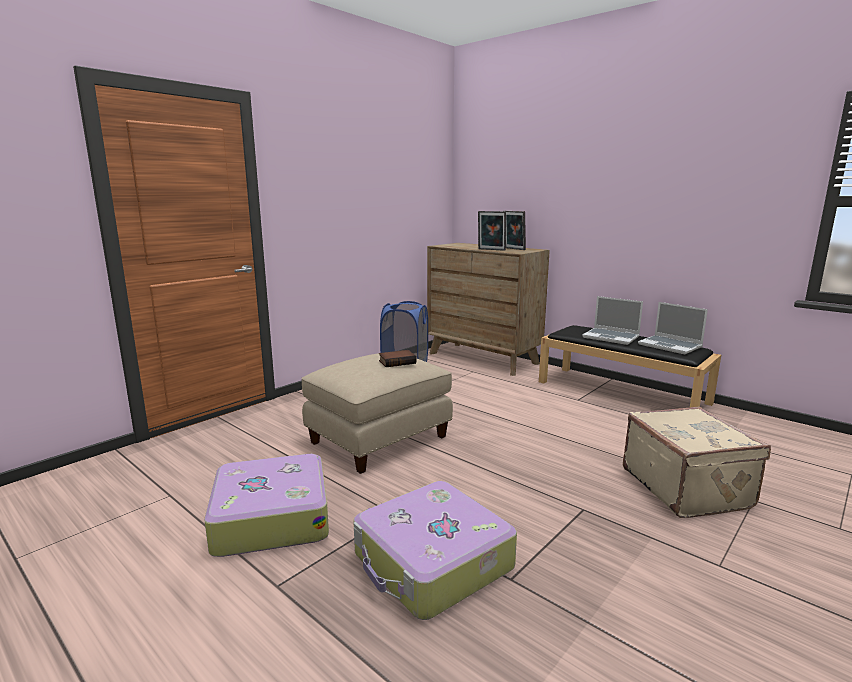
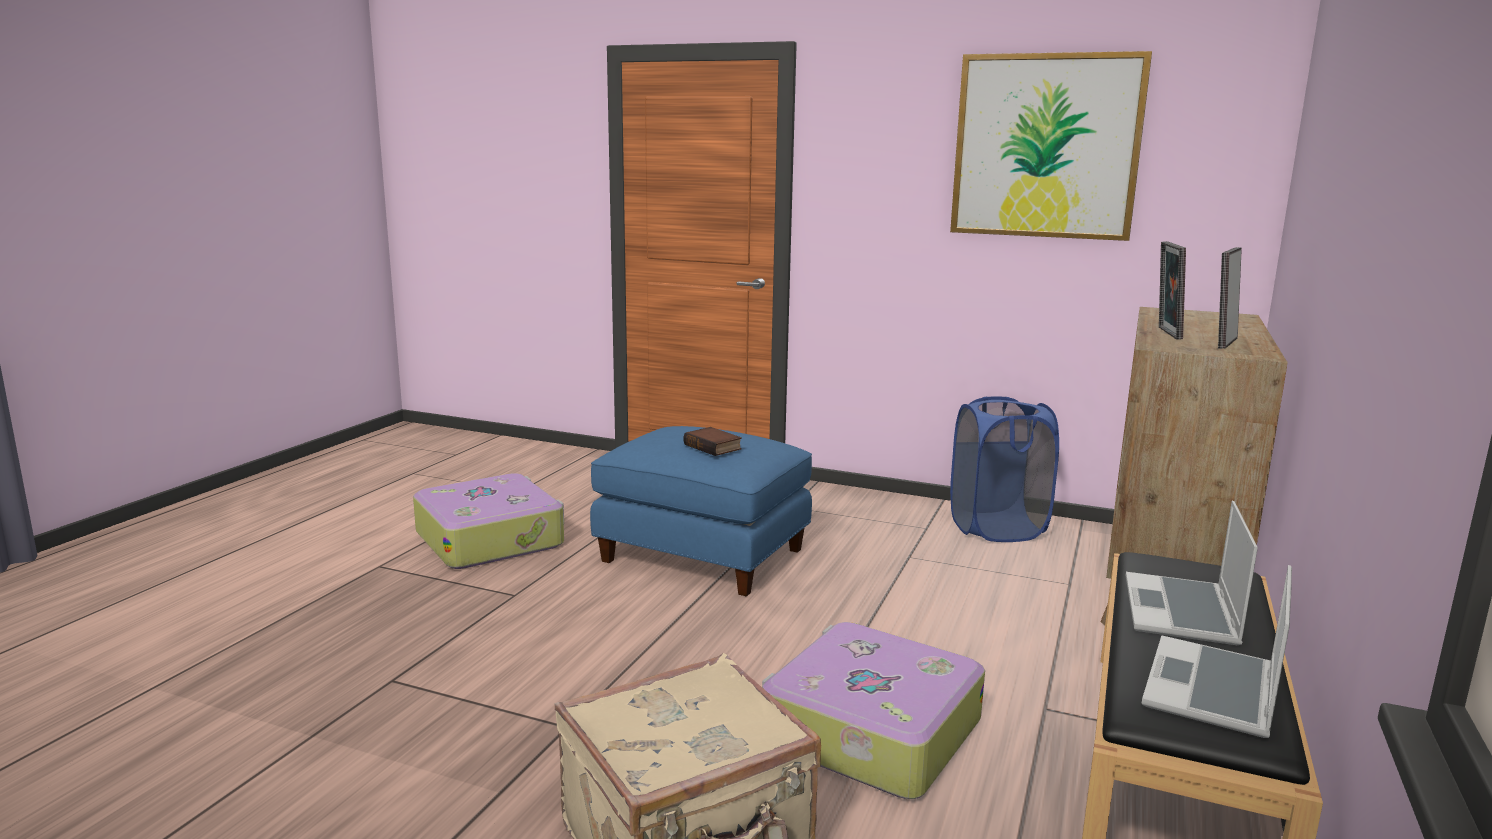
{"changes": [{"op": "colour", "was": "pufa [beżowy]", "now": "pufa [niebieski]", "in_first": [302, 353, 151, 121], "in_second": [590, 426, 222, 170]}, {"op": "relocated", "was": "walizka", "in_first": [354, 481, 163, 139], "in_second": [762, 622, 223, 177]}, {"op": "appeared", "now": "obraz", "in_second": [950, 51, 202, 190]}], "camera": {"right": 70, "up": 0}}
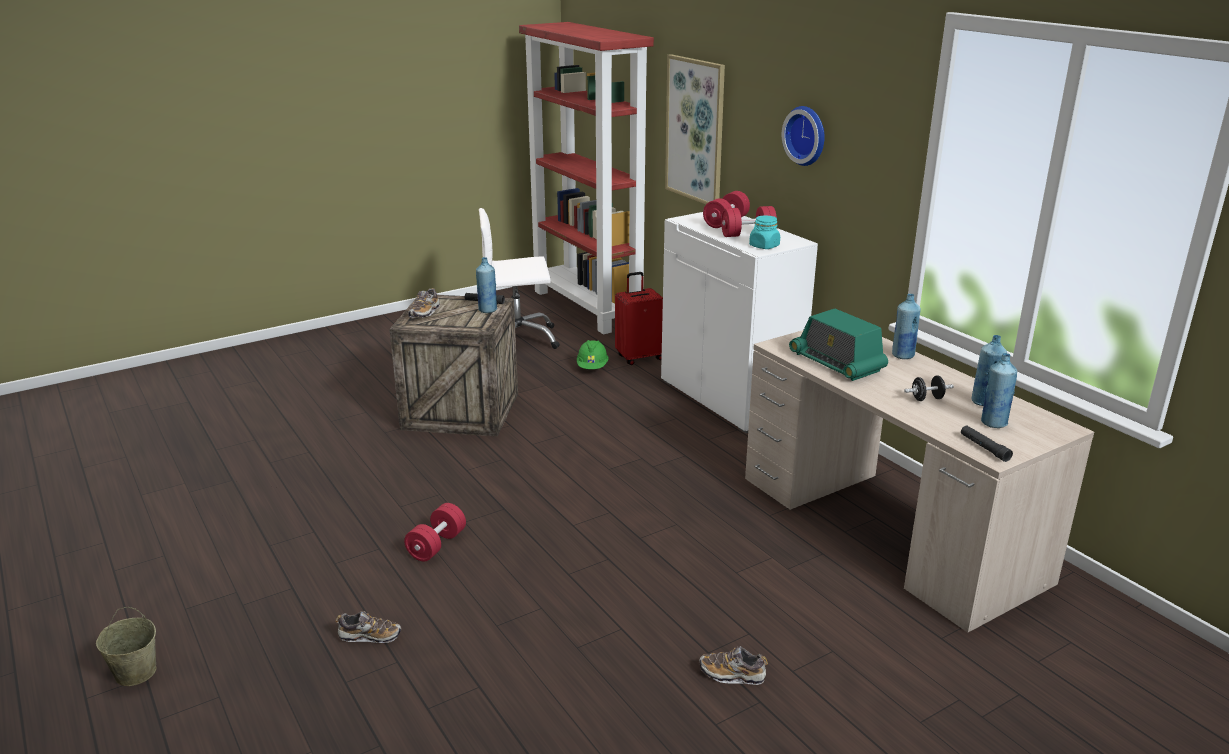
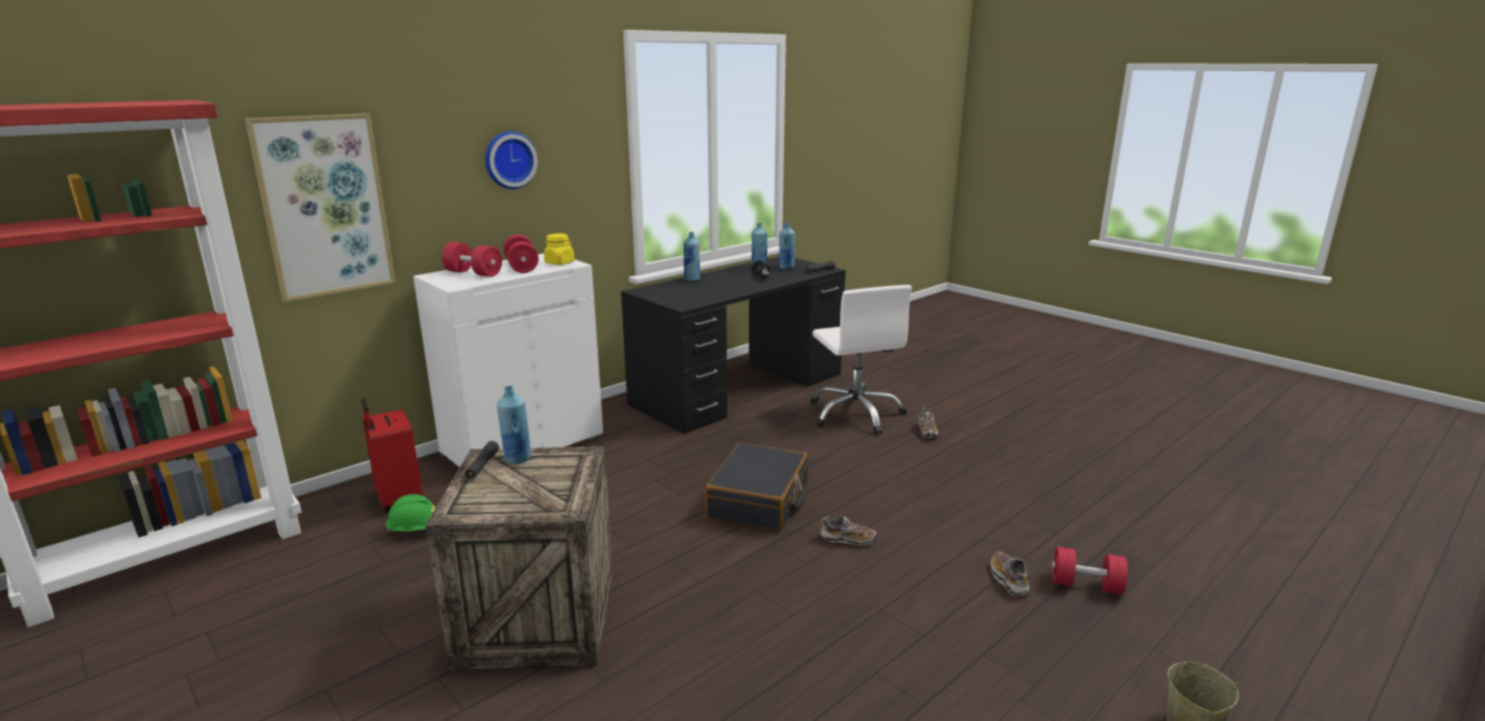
{"changes": [{"op": "relocated", "was": "hantel [czerwony]", "in_first": [404, 503, 62, 59], "in_second": [1052, 547, 76, 47]}, {"op": "relocated", "was": "but", "in_first": [408, 288, 32, 30], "in_second": [820, 516, 57, 29]}, {"op": "relocated", "was": "krzesło biurowe [biały]", "in_first": [479, 208, 81, 141], "in_second": [810, 285, 102, 149]}, {"op": "colour", "was": "biurko [beżowy]", "now": "biurko [czarny]", "in_first": [745, 330, 349, 303], "in_second": [621, 256, 225, 178]}, {"op": "colour", "was": "słoik [turkusowy]", "now": "słoik [żółty]", "in_first": [749, 215, 31, 34], "in_second": [544, 234, 31, 31]}, {"op": "missing", "was": "radio", "in_first": [789, 309, 99, 72]}, {"op": "appeared", "now": "walizka [czarny]", "in_second": [705, 443, 103, 88]}], "camera": {"right": -100, "up": -5}}
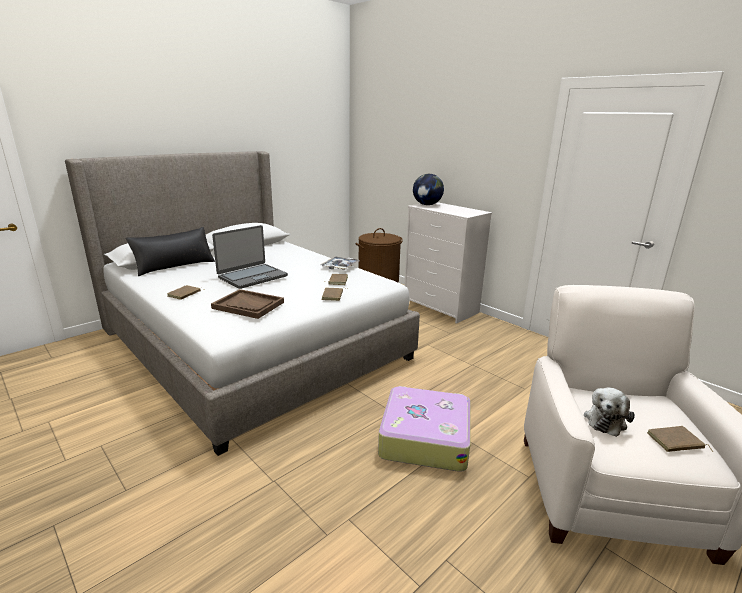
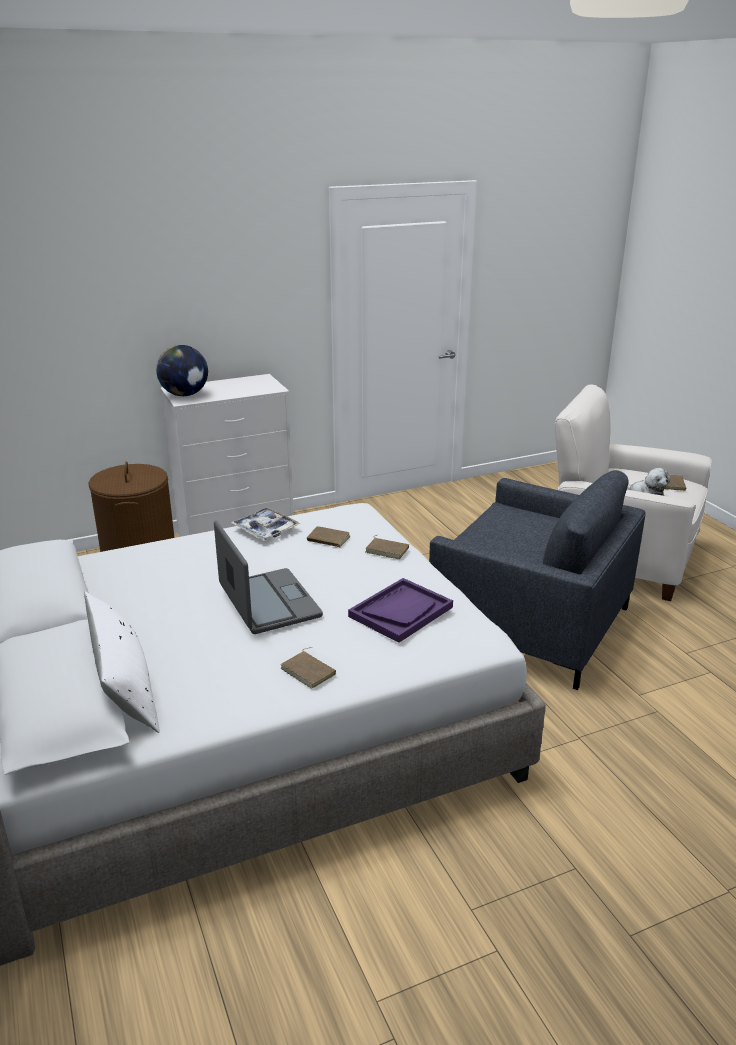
{"changes": [{"op": "colour", "was": "poduszka [czarny]", "now": "poduszka [biały]", "in_first": [126, 227, 89, 49], "in_second": [84, 592, 76, 141]}, {"op": "colour", "was": "taca [brązowy]", "now": "taca [fioletowy]", "in_first": [211, 289, 73, 30], "in_second": [348, 578, 105, 65]}, {"op": "exchanged", "was": "walizka", "now": "fotel [szary]", "in_first": [378, 386, 93, 86], "in_second": [429, 470, 217, 220]}], "camera": {"right": -70, "up": 5}}
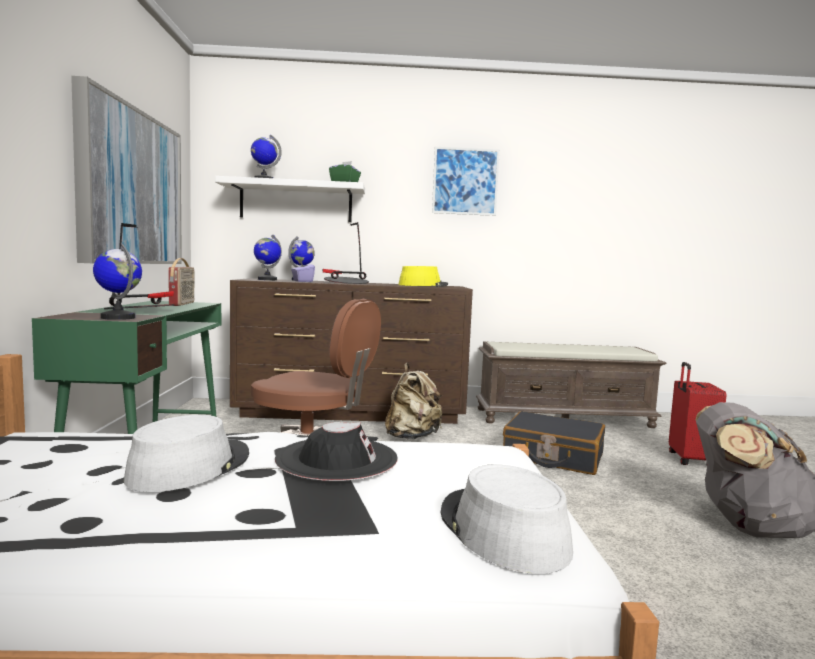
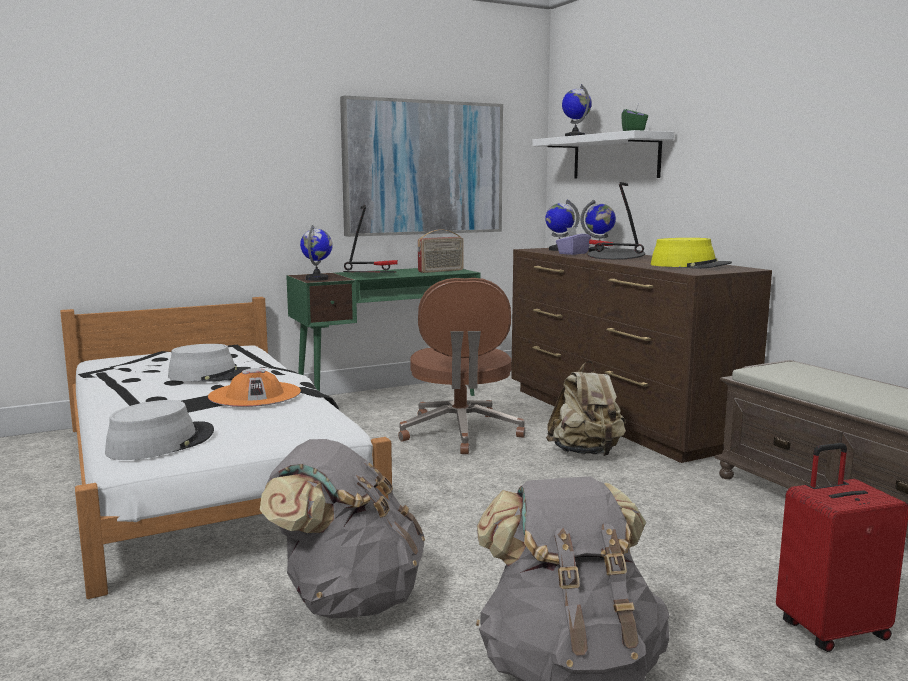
{"changes": [{"op": "colour", "was": "kapelusz [czarny]", "now": "kapelusz [pomarańczowy]", "in_first": [275, 422, 123, 59], "in_second": [208, 368, 93, 39]}, {"op": "missing", "was": "obraz", "in_first": [432, 147, 68, 69]}, {"op": "missing", "was": "walizka [czarny]", "in_first": [503, 411, 102, 64]}, {"op": "appeared", "now": "plecak [szary]", "in_second": [260, 439, 165, 179]}], "camera": {"right": 65, "up": 5}}
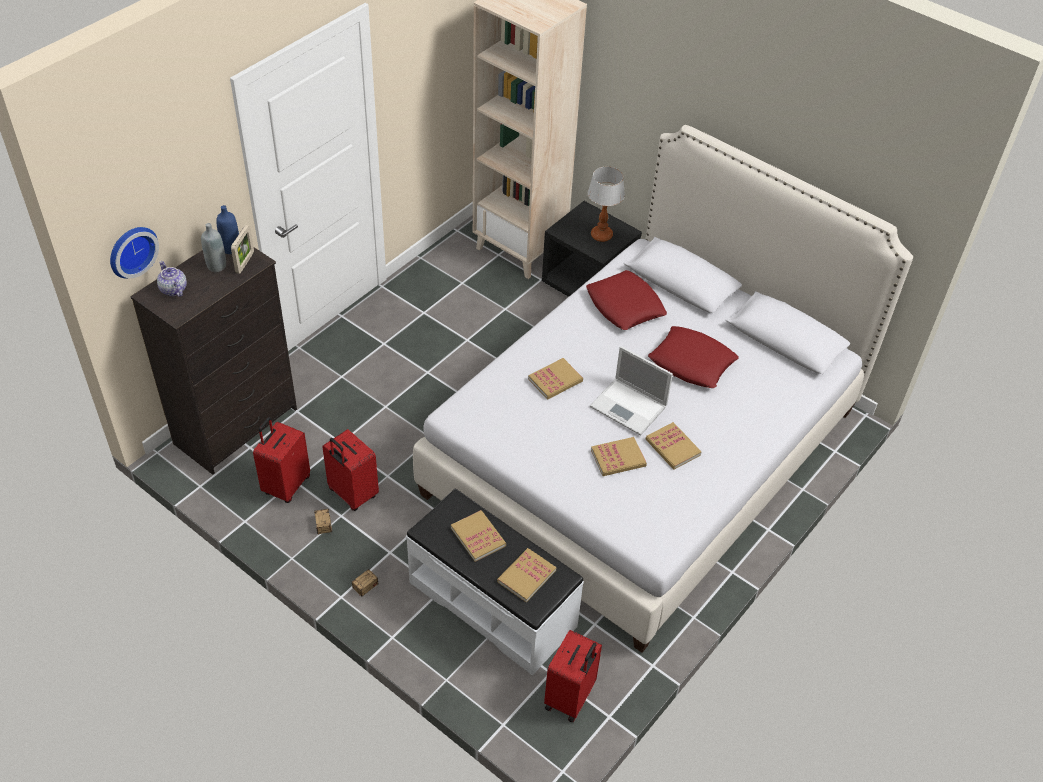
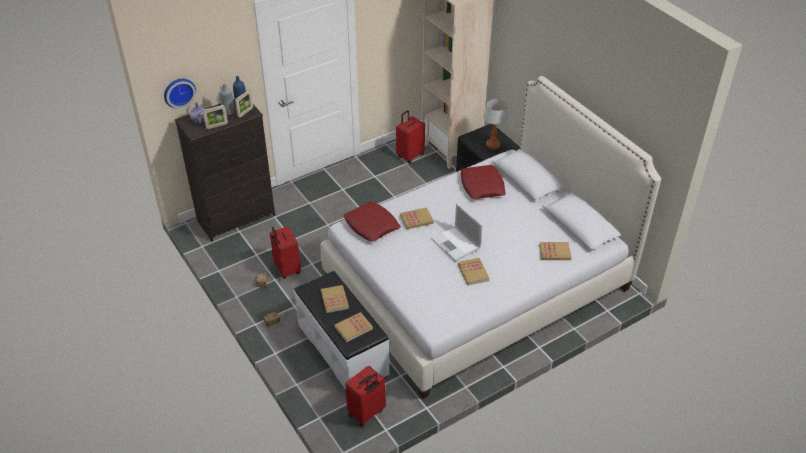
{"changes": [{"op": "relocated", "was": "walizka [czerwony]", "in_first": [253, 417, 57, 86], "in_second": [396, 110, 29, 53]}, {"op": "relocated", "was": "książka", "in_first": [591, 437, 56, 39], "in_second": [539, 242, 32, 18]}, {"op": "relocated", "was": "poduszka [czerwony]", "in_first": [648, 326, 91, 62], "in_second": [343, 201, 57, 41]}, {"op": "appeared", "now": "ramka na zdjęcie", "in_second": [203, 105, 25, 24]}], "camera": {"right": 20, "up": -5}}
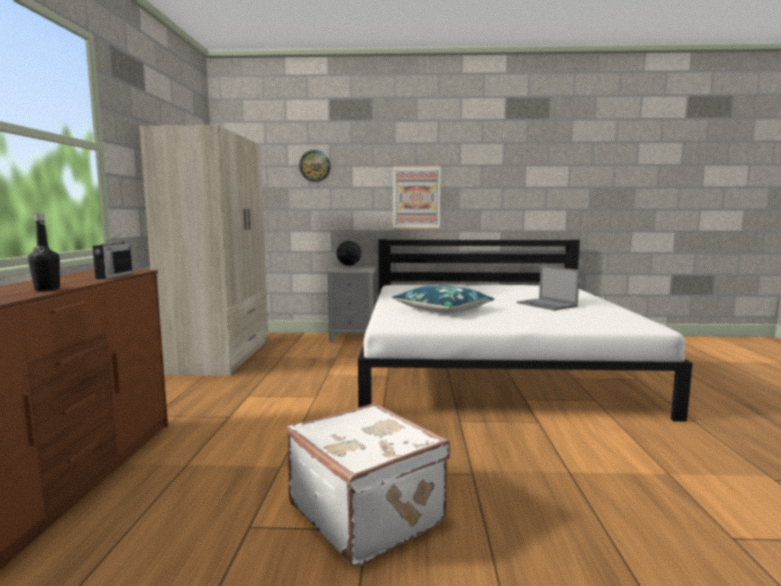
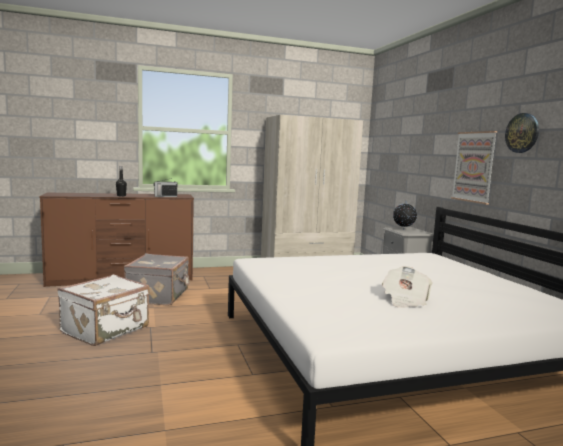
{"changes": [{"op": "relocated", "was": "zegar ścienny", "in_first": [299, 150, 32, 32], "in_second": [505, 113, 34, 40]}, {"op": "missing", "was": "poduszka [niebieski]", "in_first": [392, 285, 103, 28]}, {"op": "exchanged", "was": "laptop", "now": "gazeta", "in_first": [517, 266, 63, 44], "in_second": [382, 266, 50, 42]}, {"op": "appeared", "now": "walizka [szary]", "in_second": [124, 254, 66, 52]}], "camera": {"right": 70, "up": 0}}
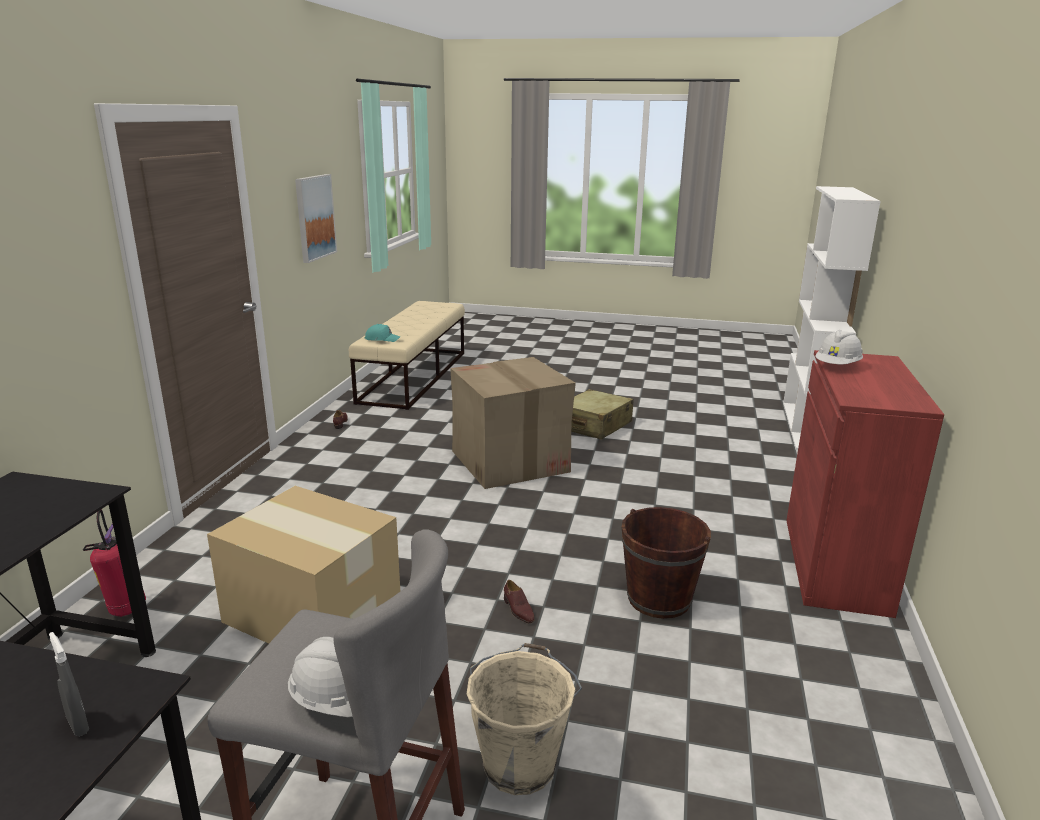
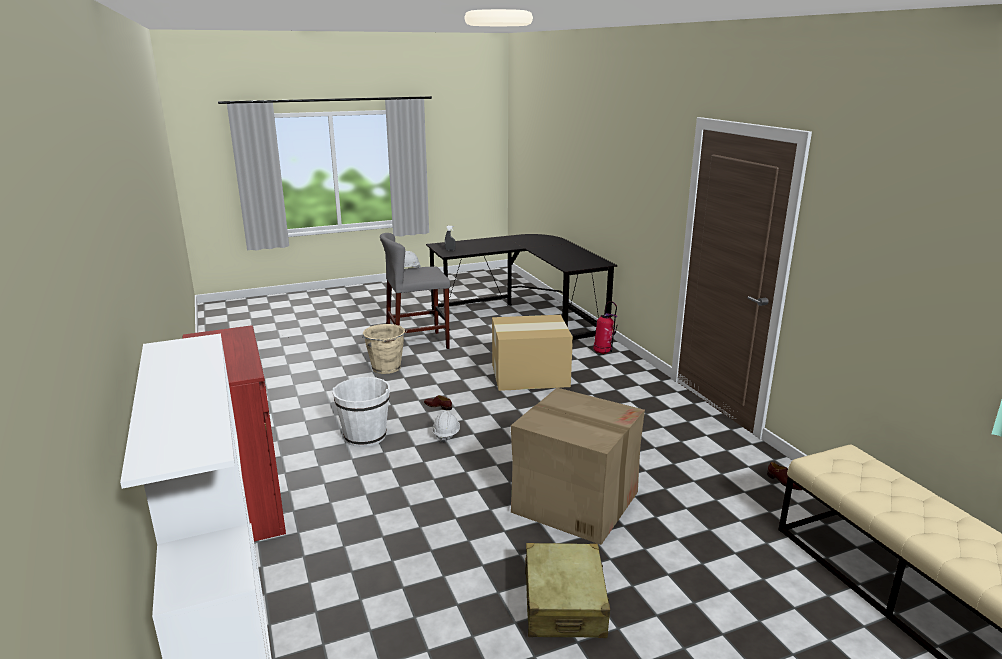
{"changes": [{"op": "missing", "was": "obraz", "in_first": [295, 174, 42, 89]}, {"op": "missing", "was": "czapka z daszkiem [turkusowy]", "in_first": [365, 324, 36, 18]}, {"op": "colour", "was": "wiadro [brązowy]", "now": "wiadro [biały]", "in_first": [622, 507, 89, 112], "in_second": [332, 377, 58, 70]}, {"op": "relocated", "was": "kask [biały]", "in_first": [815, 330, 48, 34], "in_second": [432, 411, 28, 32]}], "camera": {"right": 145, "up": 0}}
